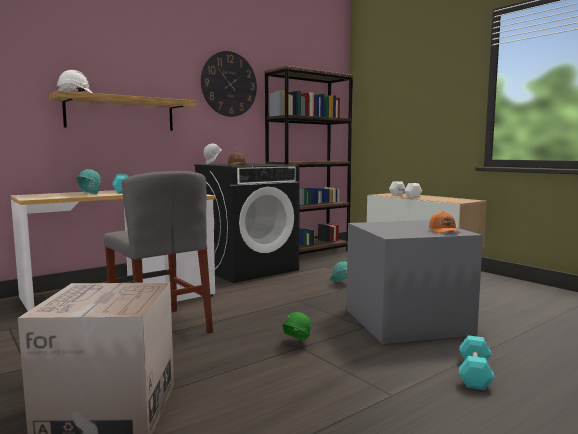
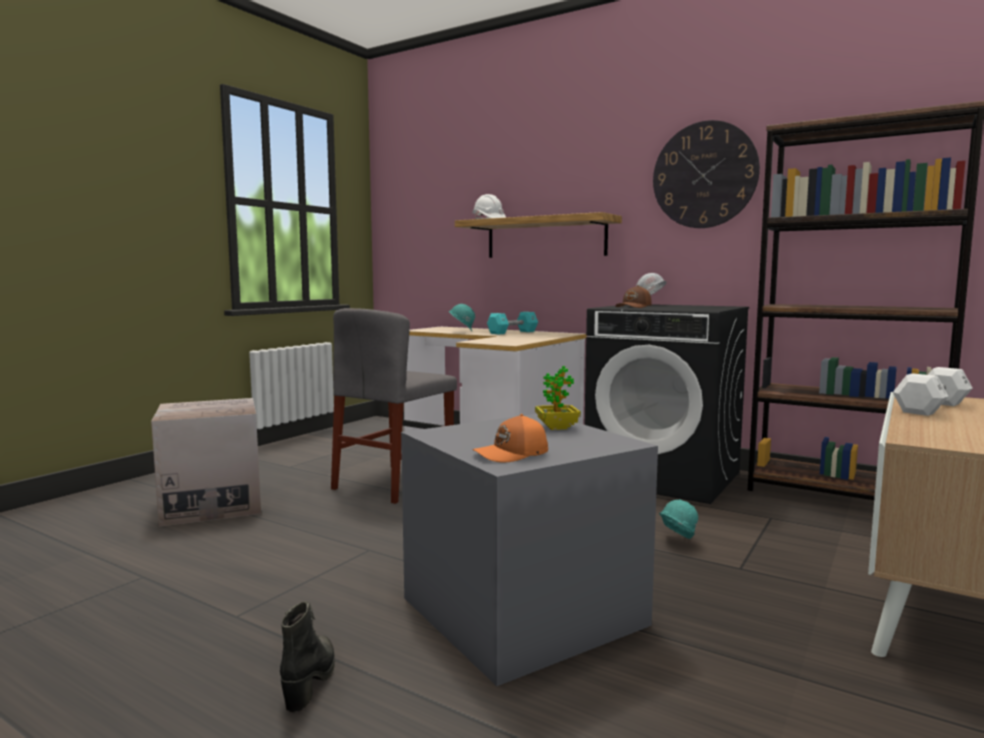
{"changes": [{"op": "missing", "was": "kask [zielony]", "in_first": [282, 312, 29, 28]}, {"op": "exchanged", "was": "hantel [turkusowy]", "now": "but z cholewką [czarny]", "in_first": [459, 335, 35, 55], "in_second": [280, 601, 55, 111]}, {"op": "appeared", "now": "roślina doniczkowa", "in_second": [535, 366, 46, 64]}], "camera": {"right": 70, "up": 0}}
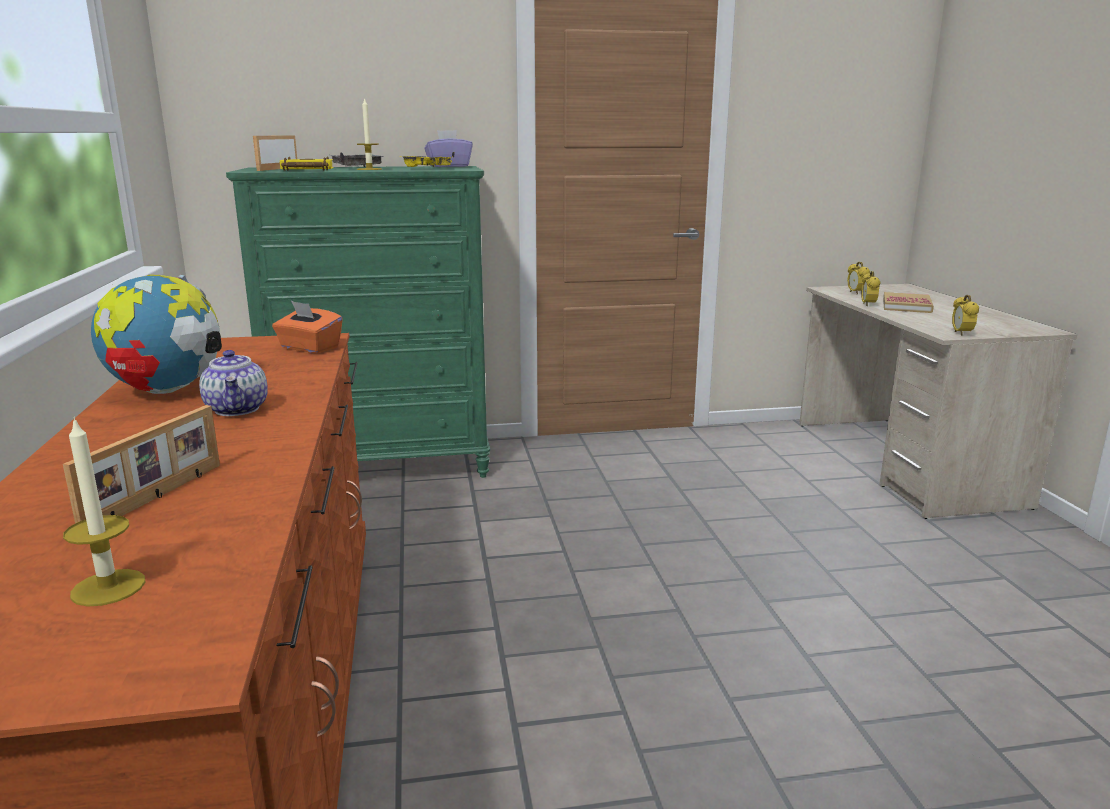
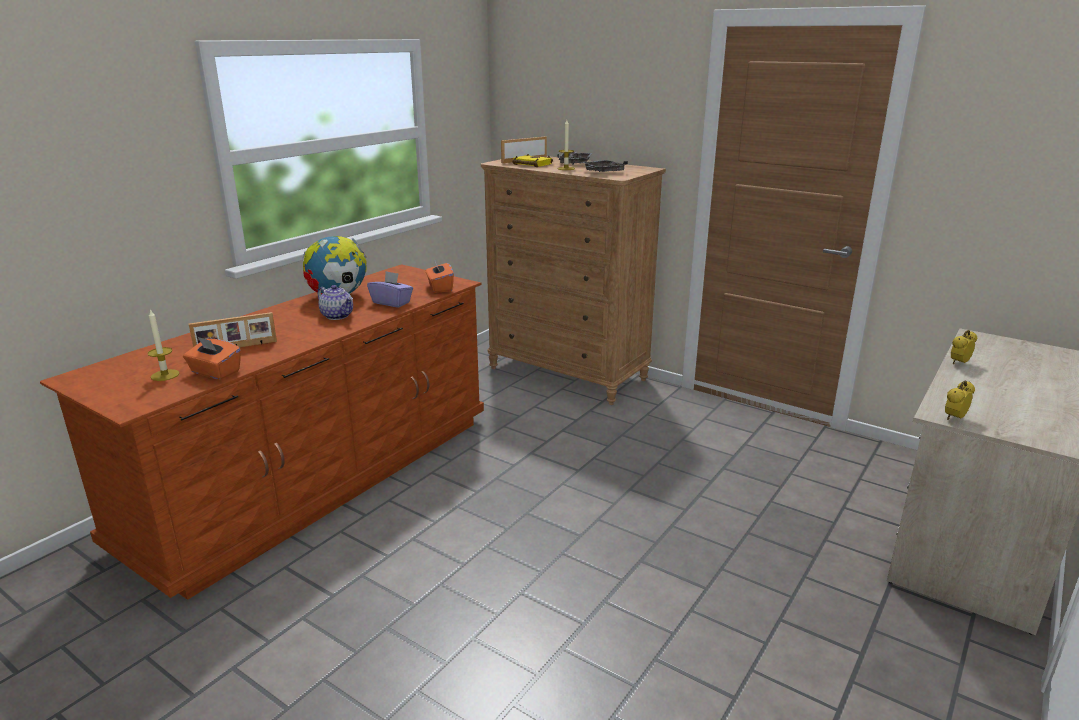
{"changes": [{"op": "spun", "was": "imbryk", "in_first": [199, 350, 69, 66], "in_second": [318, 285, 35, 35], "clockwise": -75}, {"op": "colour", "was": "komoda [zielony]", "now": "komoda [brązowy]", "in_first": [226, 166, 264, 312], "in_second": [481, 156, 185, 249]}, {"op": "colour", "was": "taca [żółty]", "now": "taca [szary]", "in_first": [402, 152, 53, 15], "in_second": [582, 160, 46, 12]}, {"op": "relocated", "was": "pudełko chusteczek [fioletowy]", "in_first": [425, 130, 48, 37], "in_second": [367, 271, 46, 37]}, {"op": "missing", "was": "budzik", "in_first": [847, 262, 23, 33]}, {"op": "missing", "was": "książka", "in_first": [883, 292, 51, 21]}, {"op": "appeared", "now": "pudełko chusteczek [pomarańczowy]", "in_second": [183, 336, 58, 44]}], "camera": {"right": 45, "up": 5}}
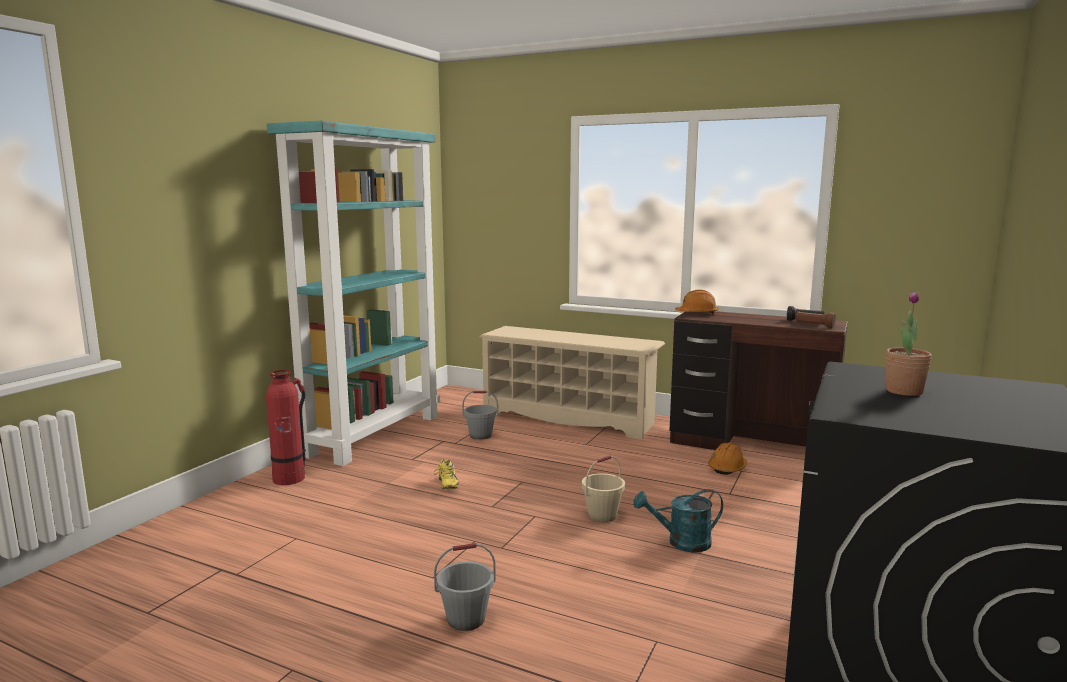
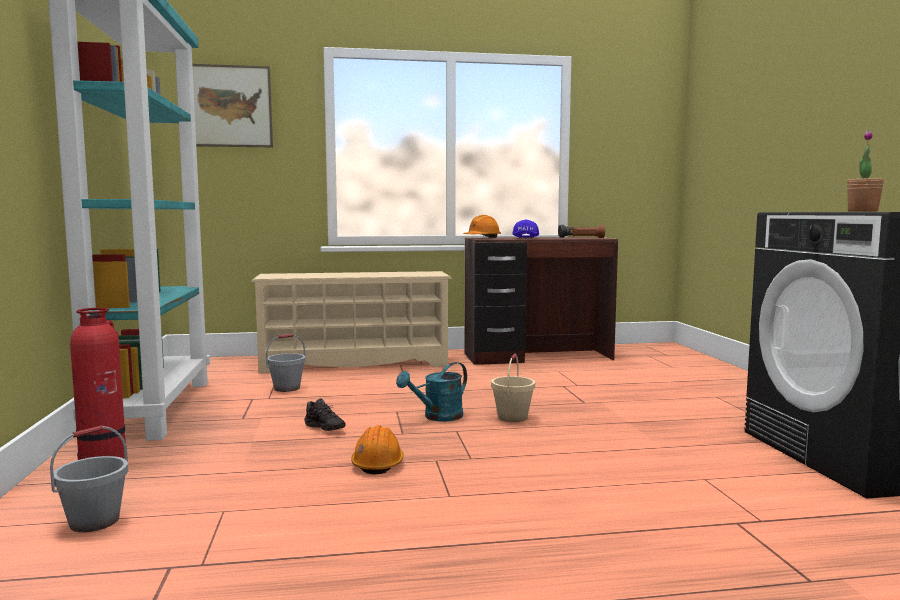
{"changes": [{"op": "colour", "was": "but [żółty]", "now": "but [czarny]", "in_first": [433, 459, 26, 30], "in_second": [304, 398, 42, 33]}, {"op": "relocated", "was": "wiadro [szary]", "in_first": [434, 543, 62, 88], "in_second": [50, 426, 78, 106]}, {"op": "relocated", "was": "konewka [turkusowy]", "in_first": [634, 489, 89, 63], "in_second": [396, 362, 71, 59]}, {"op": "relocated", "was": "kask [pomarańczowy]", "in_first": [708, 443, 39, 32], "in_second": [351, 425, 53, 50]}, {"op": "appeared", "now": "obraz", "in_second": [192, 64, 81, 83]}, {"op": "appeared", "now": "czapka z daszkiem [niebieski]", "in_second": [513, 220, 26, 18]}], "camera": {"right": -35, "up": -5}}
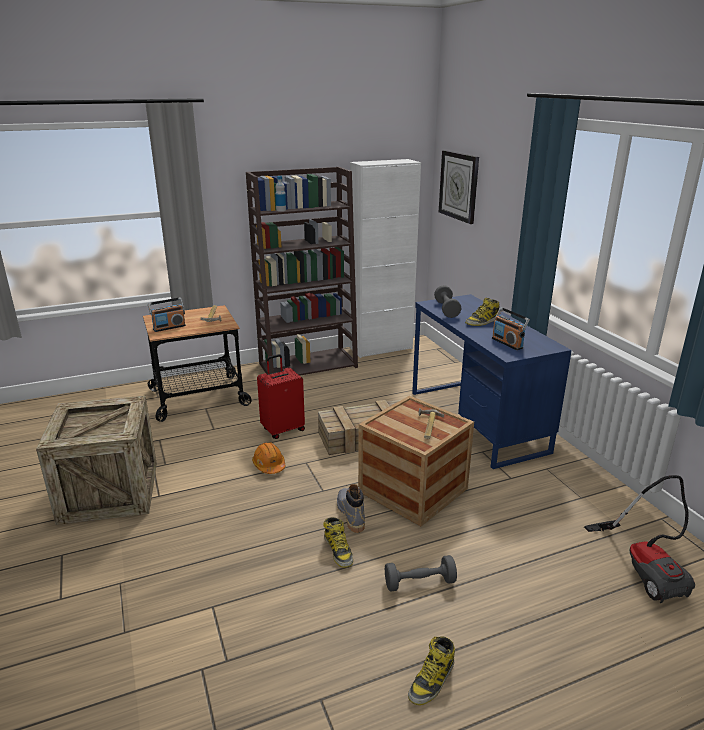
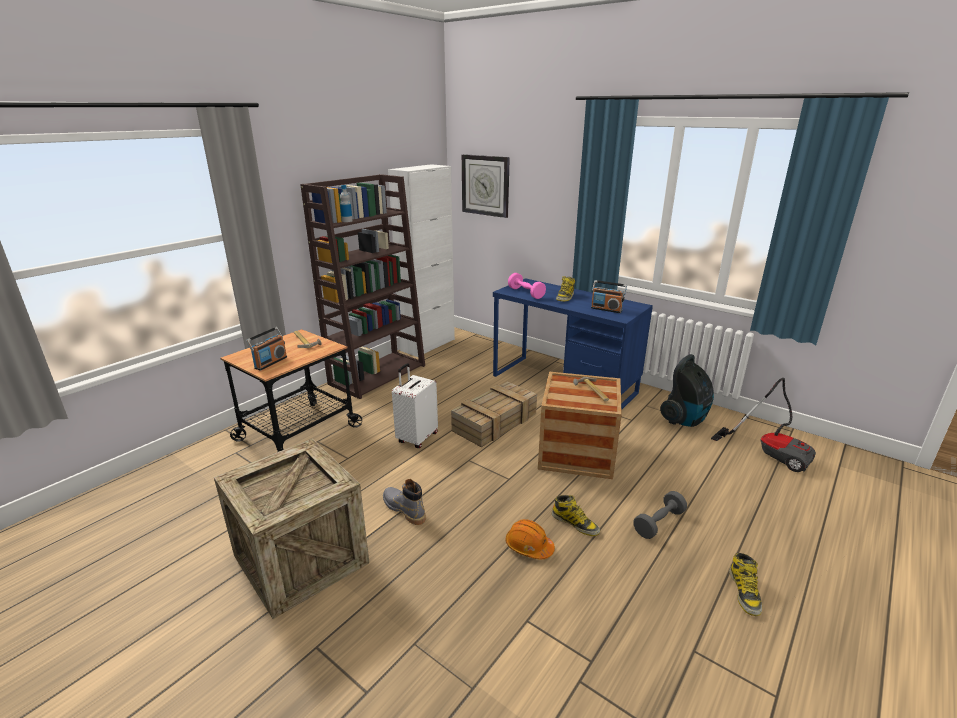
{"changes": [{"op": "relocated", "was": "kask [pomarańczowy]", "in_first": [252, 442, 33, 32], "in_second": [506, 519, 49, 41]}, {"op": "colour", "was": "walizka [czerwony]", "now": "walizka [biały]", "in_first": [257, 354, 48, 85], "in_second": [392, 363, 46, 85]}, {"op": "relocated", "was": "but z cholewką [szary]", "in_first": [337, 484, 28, 49], "in_second": [383, 479, 42, 46]}, {"op": "colour", "was": "hantel [szary]", "now": "hantel [różowy]", "in_first": [434, 285, 27, 33], "in_second": [508, 273, 38, 26]}, {"op": "appeared", "now": "odkurzacz", "in_second": [660, 354, 54, 73]}], "camera": {"right": -30, "up": 0}}
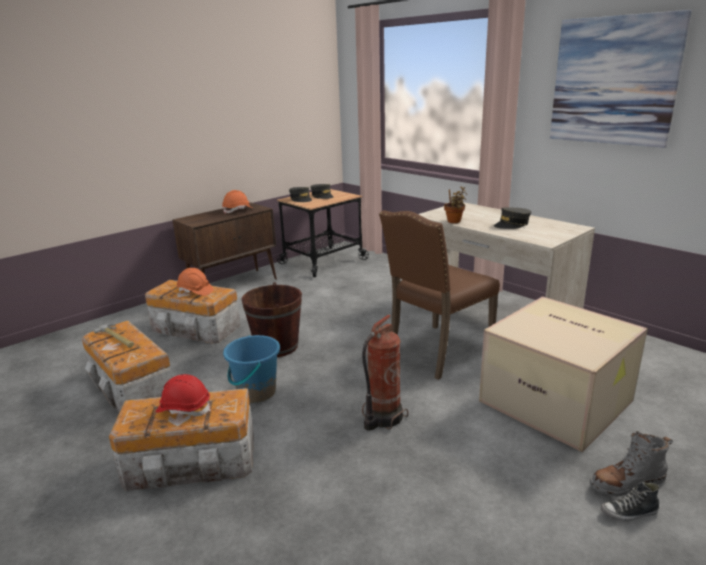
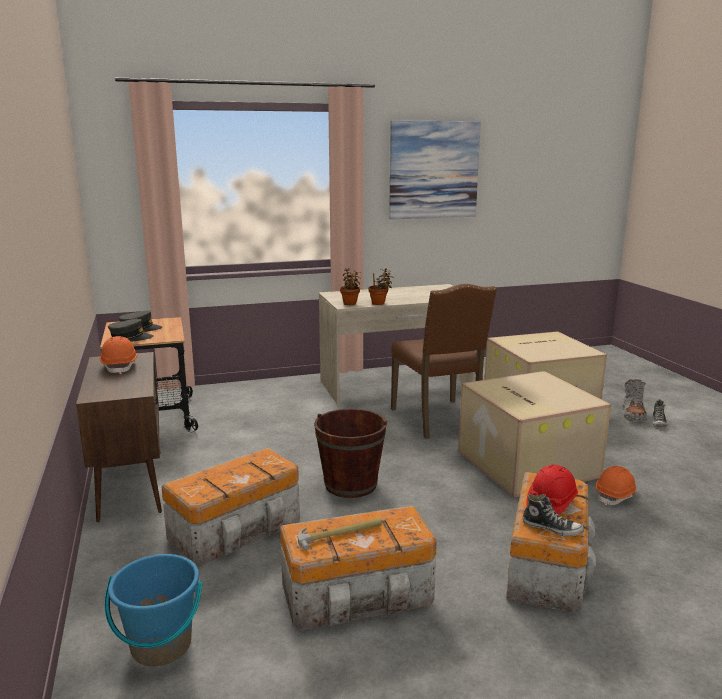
{"changes": [{"op": "relocated", "was": "kask [pomarańczowy]", "in_first": [177, 268, 37, 28], "in_second": [596, 466, 42, 40]}, {"op": "relocated", "was": "wiadro [niebieski]", "in_first": [223, 335, 57, 68], "in_second": [104, 554, 99, 112]}, {"op": "exchanged", "was": "gaśnica", "now": "karton", "in_first": [362, 315, 46, 116], "in_second": [458, 371, 153, 126]}, {"op": "missing", "was": "czapka z daszkiem [szary]", "in_first": [494, 208, 37, 21]}, {"op": "appeared", "now": "roślina doniczkowa", "in_second": [340, 268, 21, 37]}, {"op": "appeared", "now": "but", "in_second": [522, 494, 62, 43]}], "camera": {"right": -65, "up": -5}}
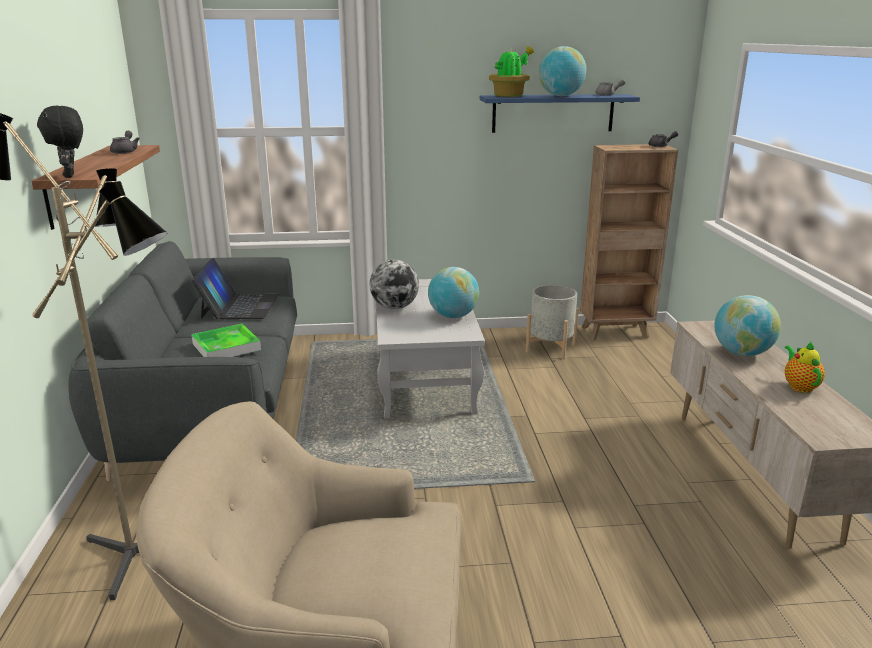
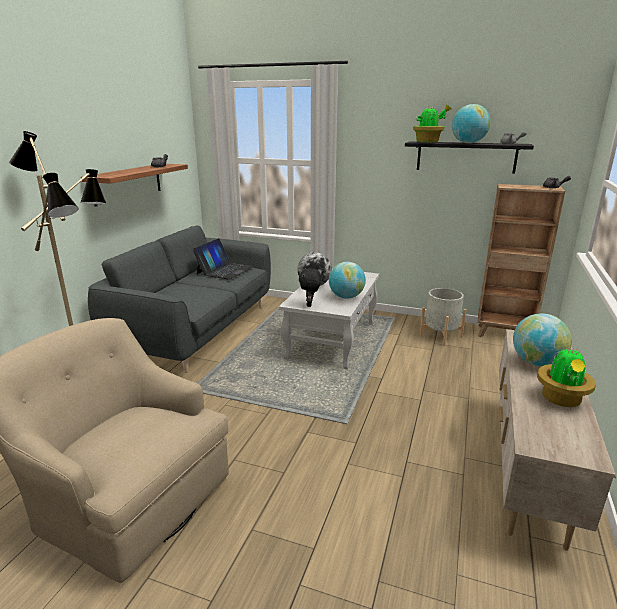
{"changes": [{"op": "relocated", "was": "pluszak [czarny]", "in_first": [37, 106, 46, 72], "in_second": [299, 268, 22, 39]}, {"op": "missing", "was": "taca", "in_first": [191, 324, 70, 33]}, {"op": "colour", "was": "półka [niebieski]", "now": "półka [czarny]", "in_first": [480, 94, 160, 39], "in_second": [405, 141, 129, 33]}, {"op": "exchanged", "was": "imbryk", "now": "roślina doniczkowa", "in_first": [785, 342, 40, 51], "in_second": [537, 344, 59, 63]}], "camera": {"right": 25, "up": 0}}
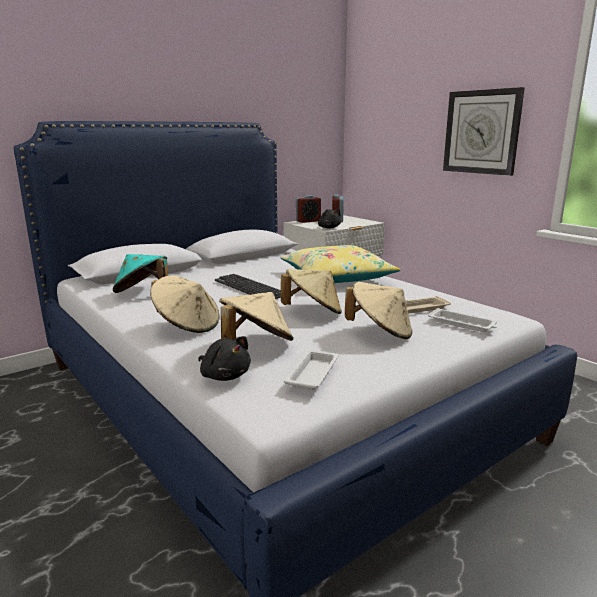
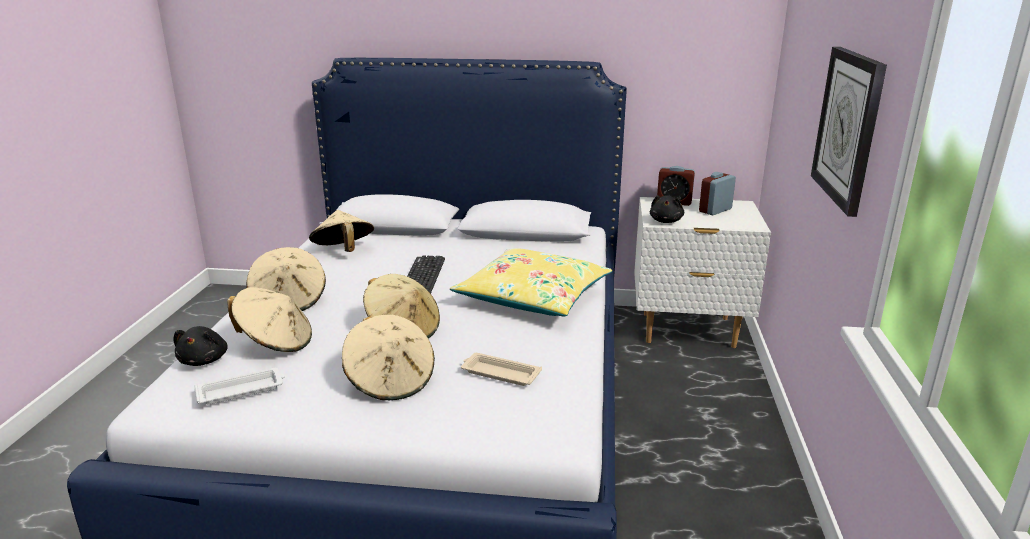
{"changes": [{"op": "colour", "was": "kapelusz [turkusowy]", "now": "kapelusz [beżowy]", "in_first": [113, 254, 55, 39], "in_second": [309, 210, 65, 42]}, {"op": "missing", "was": "taca [biały]", "in_first": [428, 308, 69, 24]}], "camera": {"right": 45, "up": 5}}
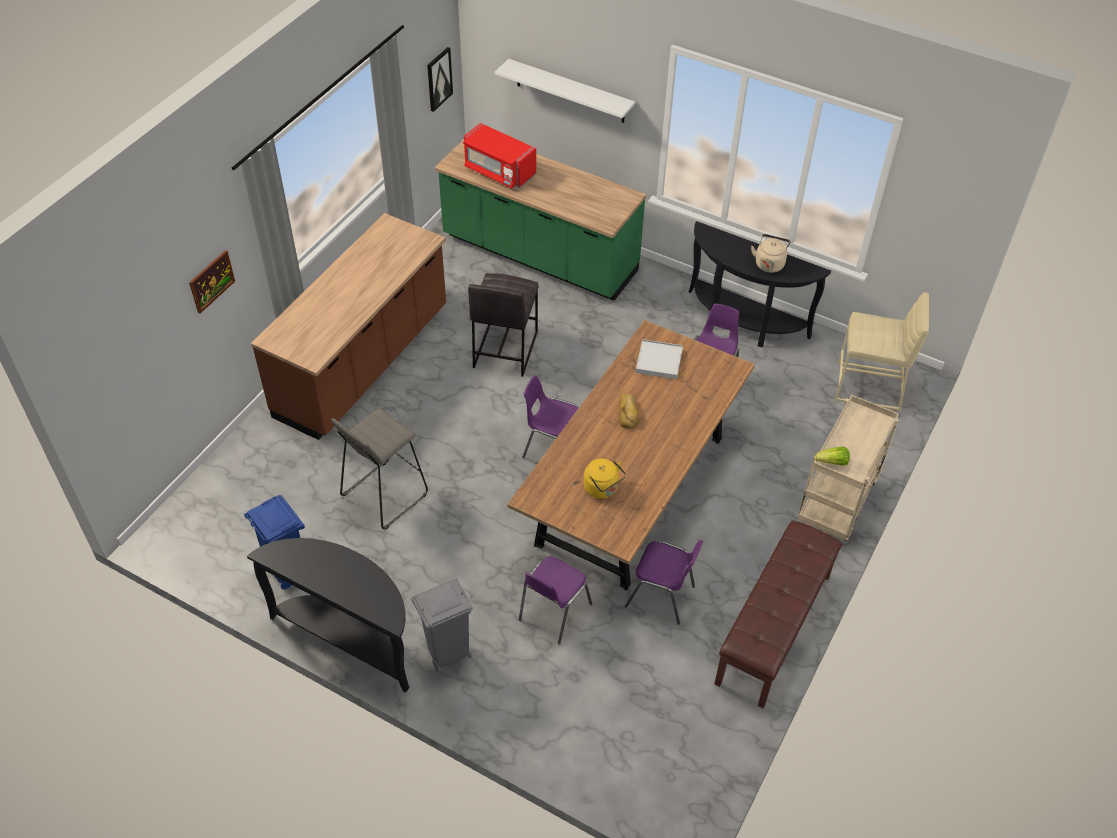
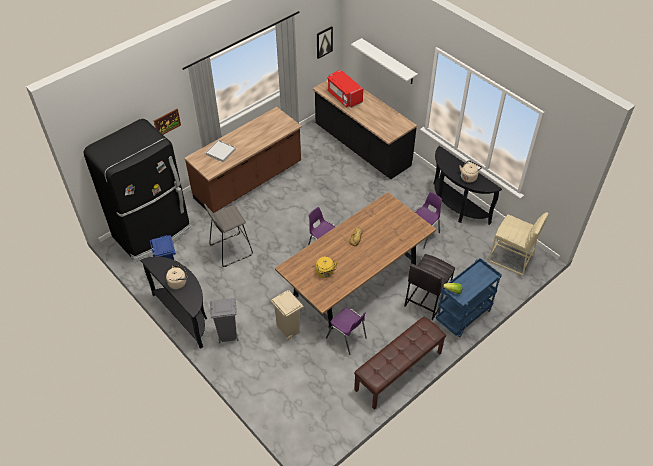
{"changes": [{"op": "colour", "was": "zabudowa kuchenna [zielony]", "now": "zabudowa kuchenna [czarny]", "in_first": [435, 139, 211, 162], "in_second": [313, 80, 104, 99]}, {"op": "relocated", "was": "stołek [szary]", "in_first": [468, 273, 71, 104], "in_second": [404, 254, 51, 66]}, {"op": "exchanged", "was": "krzesło [fioletowy]", "now": "kosz na śmieci [beżowy]", "in_first": [519, 556, 73, 88], "in_second": [271, 290, 33, 51]}, {"op": "relocated", "was": "taca [biały]", "in_first": [635, 339, 48, 40], "in_second": [206, 140, 30, 22]}, {"op": "colour", "was": "wózek [beżowy]", "now": "wózek [niebieski]", "in_first": [798, 395, 101, 146], "in_second": [436, 258, 66, 79]}, {"op": "appeared", "now": "lodówka [czarny]", "in_second": [84, 119, 107, 143]}, {"op": "appeared", "now": "czajnik [beżowy]", "in_second": [166, 265, 21, 24]}], "camera": {"right": 20, "up": 0}}
